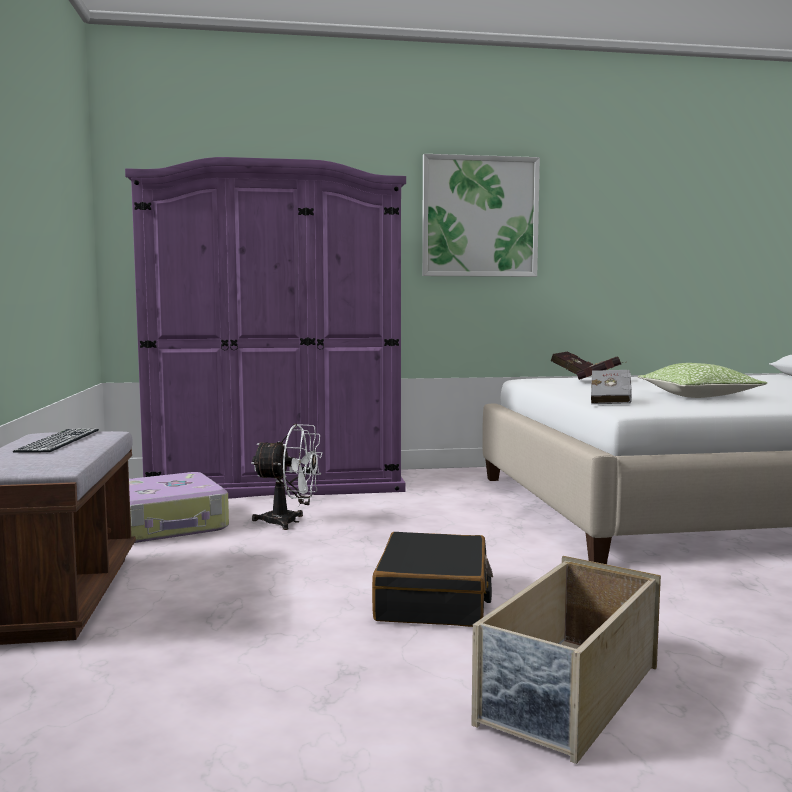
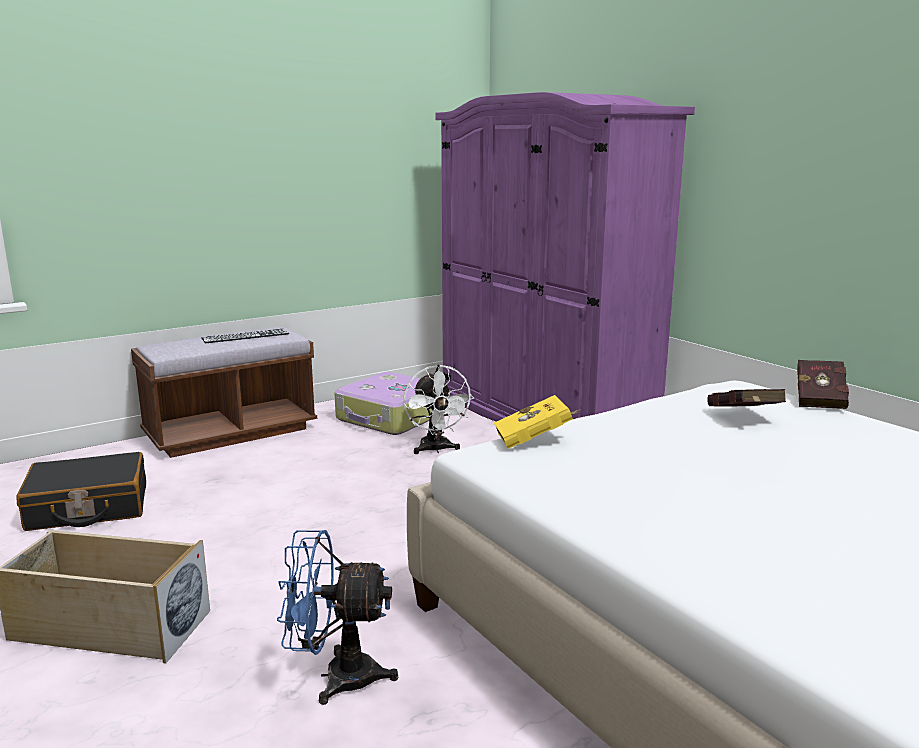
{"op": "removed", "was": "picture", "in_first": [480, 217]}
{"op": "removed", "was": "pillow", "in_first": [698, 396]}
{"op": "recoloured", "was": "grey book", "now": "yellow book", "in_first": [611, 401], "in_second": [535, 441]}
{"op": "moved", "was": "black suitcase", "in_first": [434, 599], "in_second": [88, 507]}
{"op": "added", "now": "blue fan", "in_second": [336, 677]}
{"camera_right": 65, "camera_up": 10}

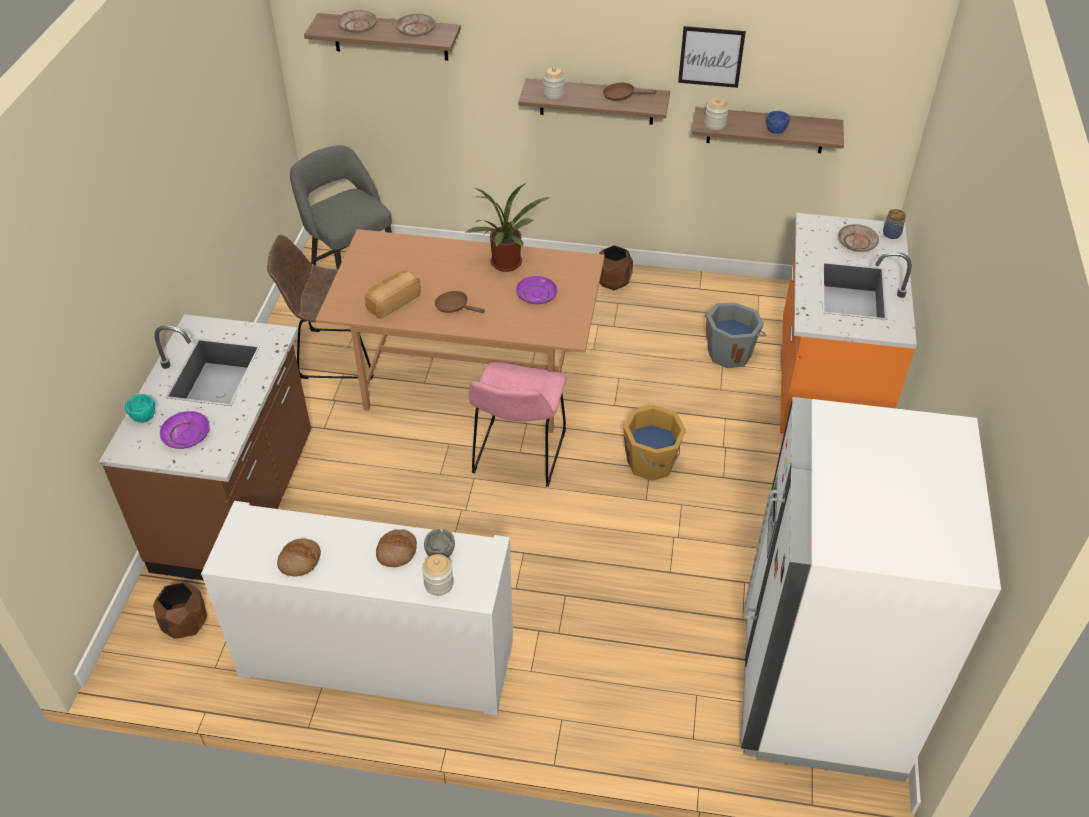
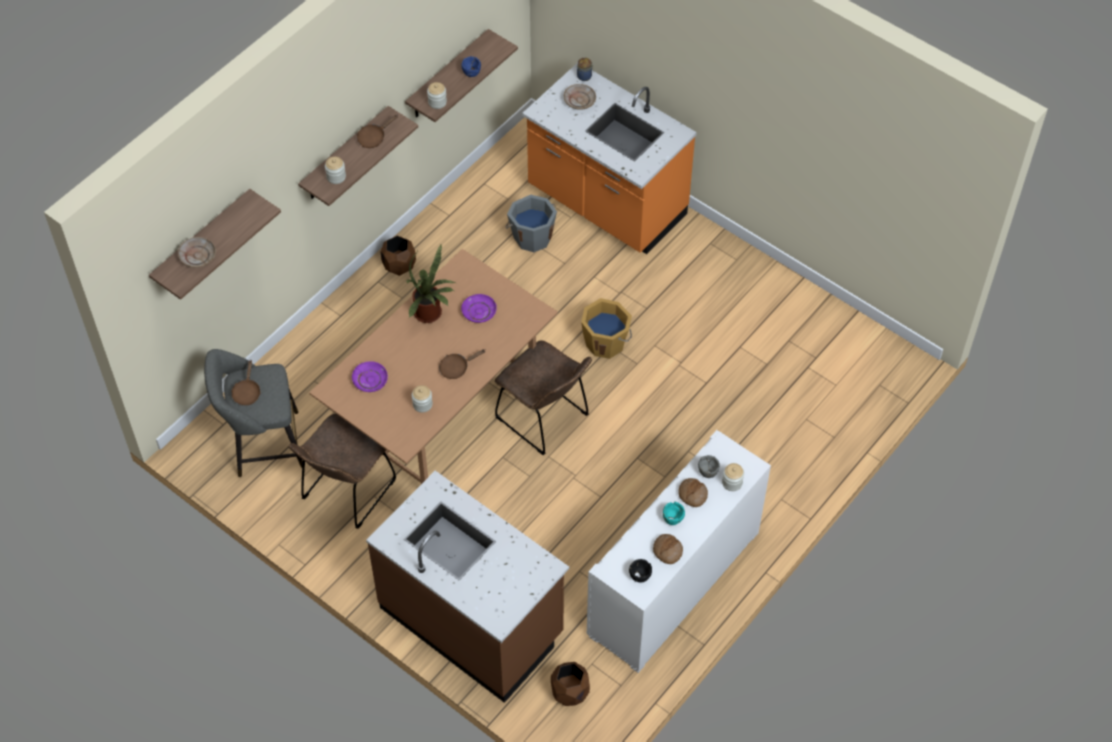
{"op": "removed", "was": "beige plate", "in_first": [416, 30]}
{"op": "removed", "was": "picture", "in_first": [711, 56]}
{"op": "replaced", "was": "bread", "now": "jar", "in_first": [393, 302], "in_second": [422, 404]}
{"op": "recoloured", "was": "pink chair", "now": "brown chair", "in_first": [518, 456], "in_second": [545, 419]}
{"op": "moved", "was": "turquoise bowl", "in_first": [143, 416], "in_second": [673, 518]}
{"op": "removed", "was": "white fridge", "in_first": [820, 687]}
{"op": "moved", "was": "purple plate", "in_first": [186, 435], "in_second": [370, 380]}
{"op": "added", "now": "brown frying pan", "in_second": [247, 392]}
{"op": "added", "now": "black bowl", "in_second": [640, 576]}
{"camera_right": -60, "camera_up": 10}

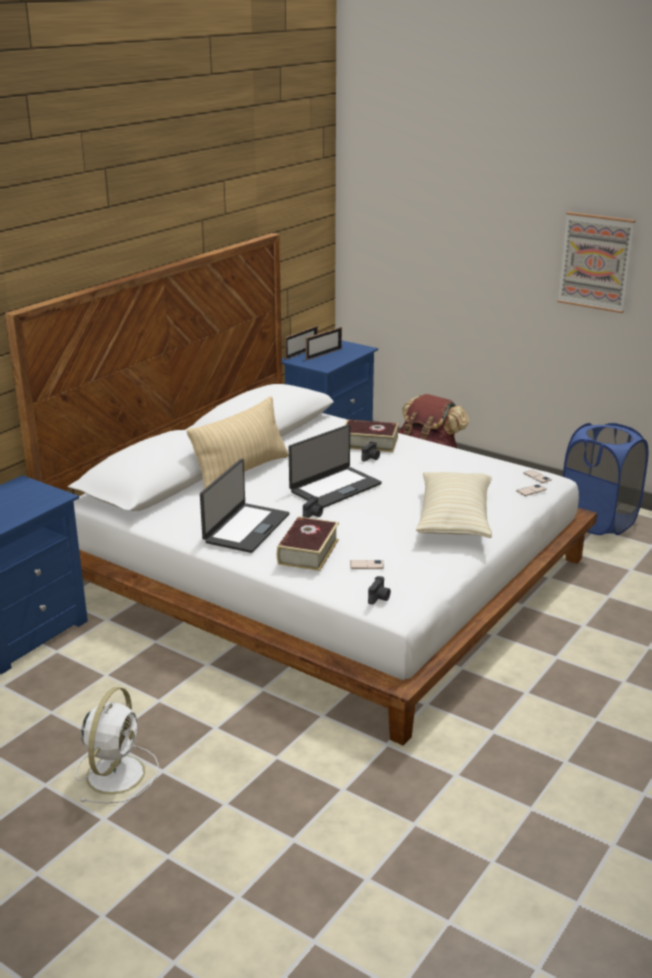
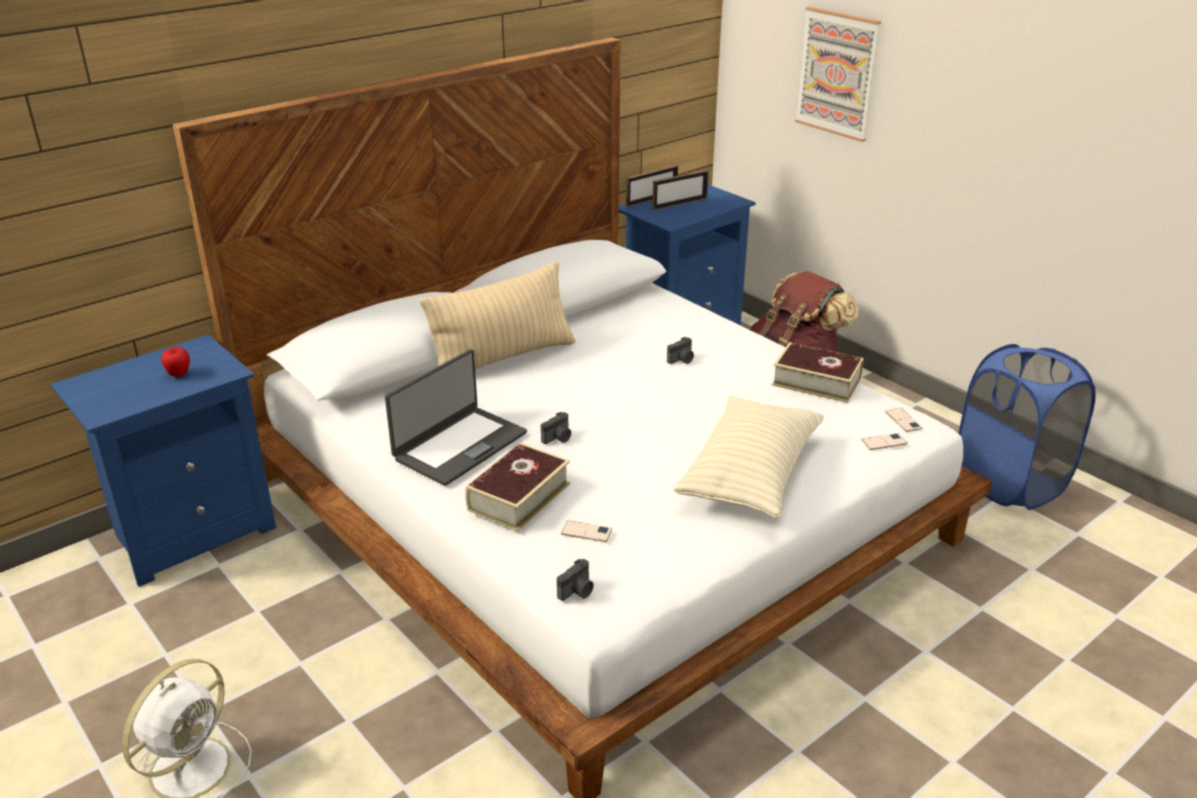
{"op": "moved", "was": "picture", "in_first": [595, 262], "in_second": [837, 73]}
{"op": "moved", "was": "book", "in_first": [369, 443], "in_second": [816, 381]}
{"op": "removed", "was": "laptop", "in_first": [334, 487]}
{"op": "added", "now": "apple", "in_second": [179, 374]}
{"camera_right": 15, "camera_up": 5}

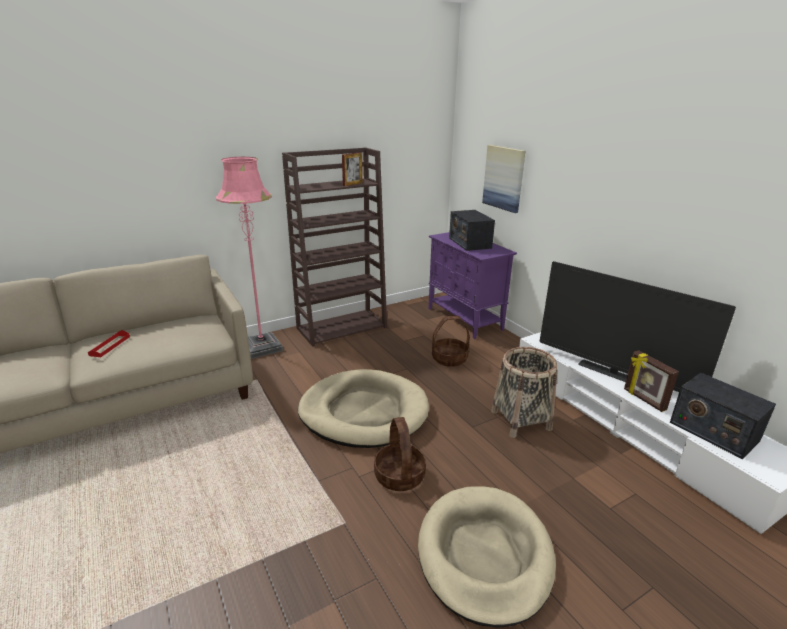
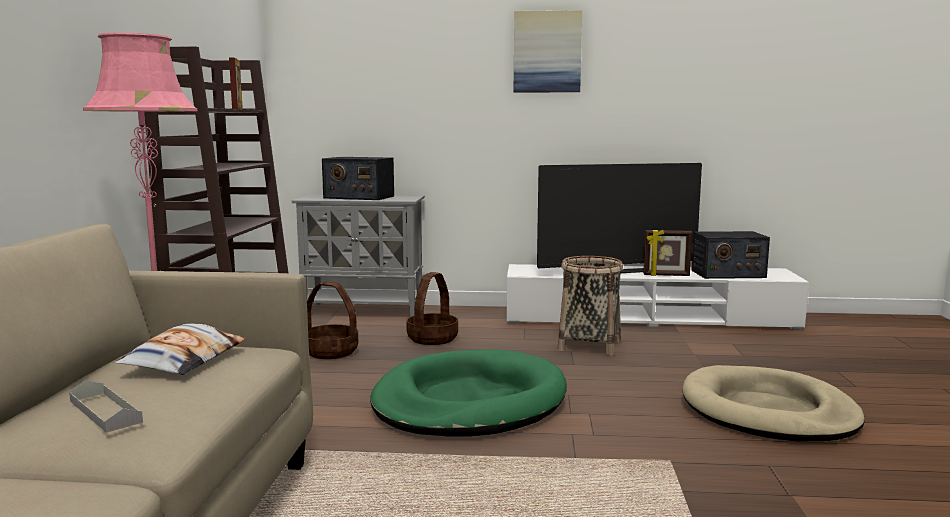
{"op": "moved", "was": "picture", "in_first": [504, 178], "in_second": [547, 52]}
{"op": "recoloured", "was": "purple cabinet", "now": "grey cabinet", "in_first": [465, 319], "in_second": [365, 311]}
{"op": "recoloured", "was": "red tray", "now": "grey tray", "in_first": [110, 346], "in_second": [105, 411]}
{"op": "recoloured", "was": "beige dog bed", "now": "green dog bed", "in_first": [364, 412], "in_second": [469, 402]}
{"op": "moved", "was": "basket", "in_first": [400, 476], "in_second": [331, 352]}
{"op": "added", "now": "pillow", "in_second": [185, 360]}
{"camera_right": -55, "camera_up": -15}

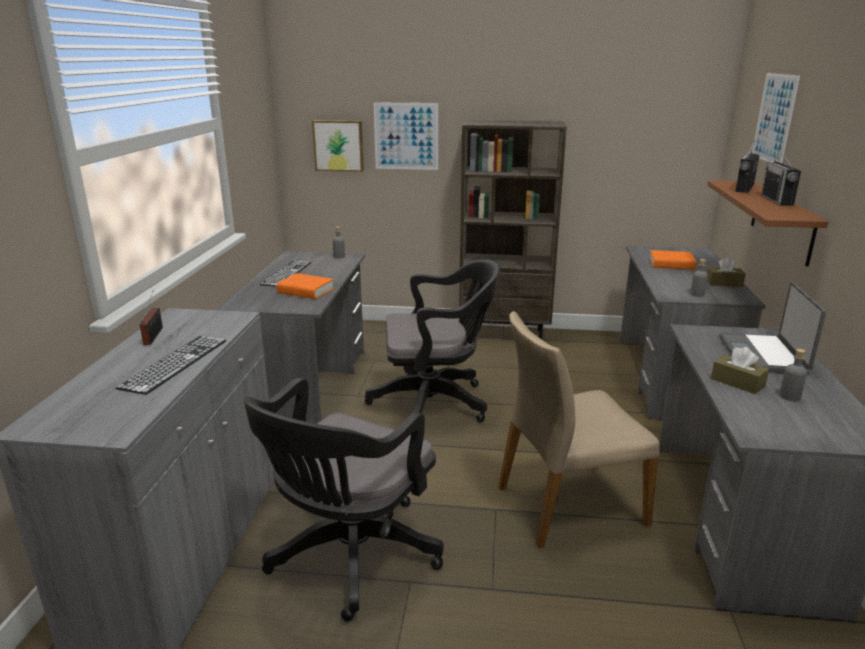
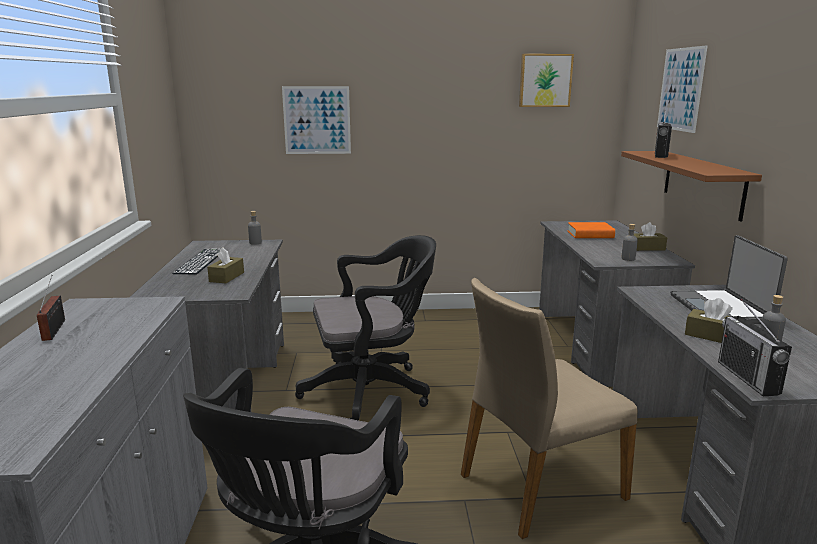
{"op": "moved", "was": "picture", "in_first": [339, 145], "in_second": [545, 80]}
{"op": "removed", "was": "brown bookcase", "in_first": [504, 335]}
{"op": "moved", "was": "radio", "in_first": [776, 200], "in_second": [748, 378]}
{"op": "replaced", "was": "orange book", "now": "brown tissue box", "in_first": [305, 291], "in_second": [227, 277]}
{"op": "removed", "was": "keyboard", "in_first": [175, 363]}
{"camera_right": -10, "camera_up": -5}

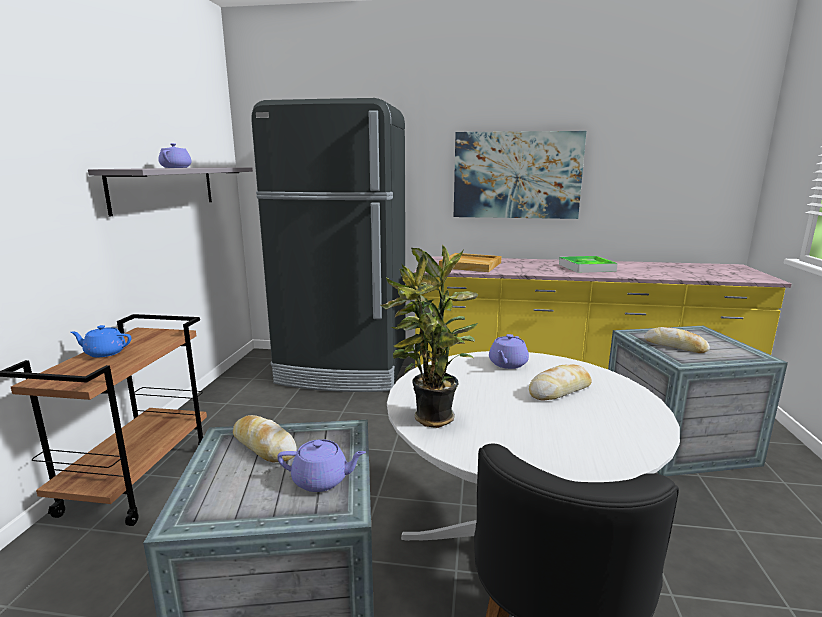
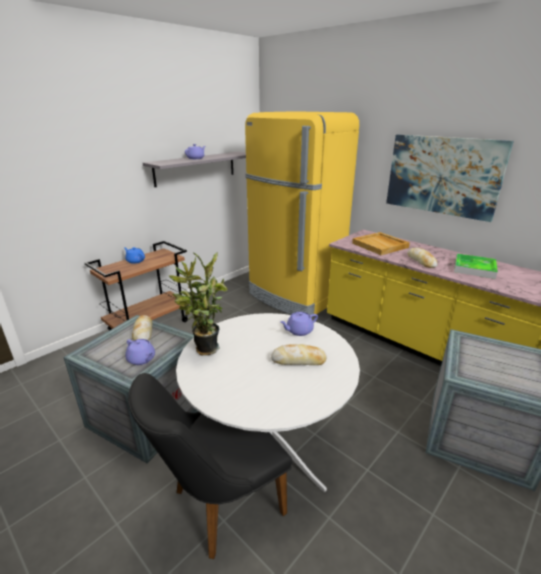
{"op": "recoloured", "was": "black fridge", "now": "yellow fridge", "in_first": [343, 371], "in_second": [294, 297]}
{"op": "moved", "was": "bread", "in_first": [675, 346], "in_second": [421, 261]}
{"camera_right": 35, "camera_up": 10}

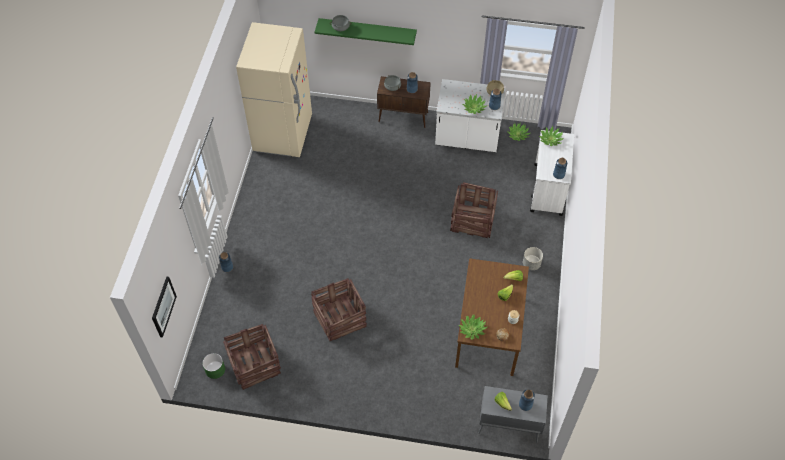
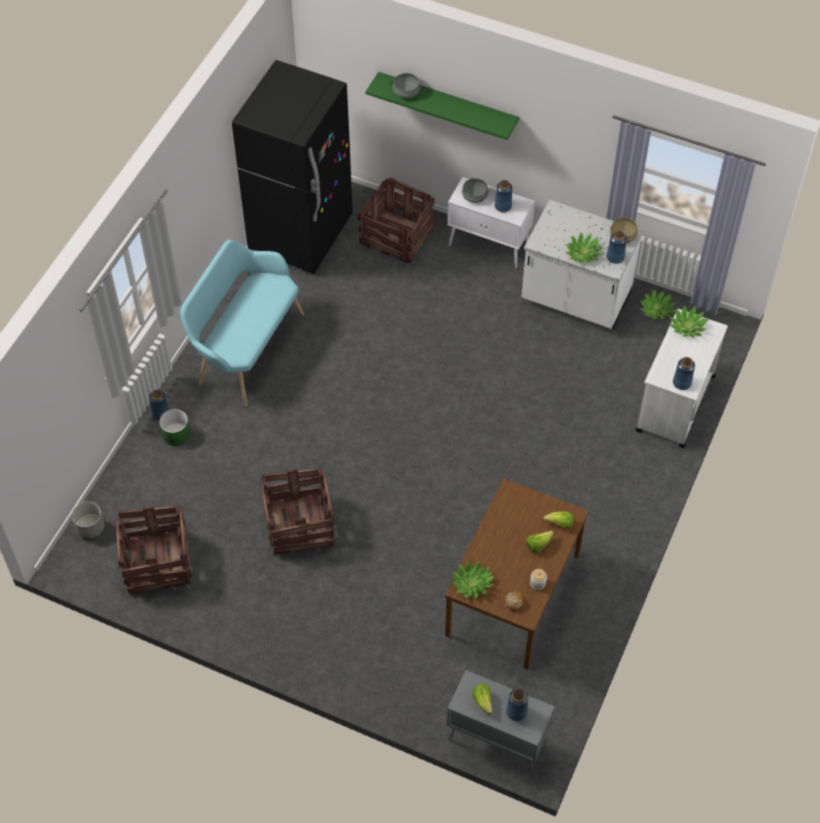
{"op": "recoloured", "was": "beige fridge", "now": "black fridge", "in_first": [283, 134], "in_second": [301, 234]}
{"op": "recoloured", "was": "brown cabinet", "now": "white cabinet", "in_first": [403, 117], "in_second": [489, 246]}
{"op": "moved", "was": "crate", "in_first": [472, 220], "in_second": [396, 236]}
{"op": "moved", "was": "grey planter", "in_first": [531, 264], "in_second": [90, 528]}
{"op": "removed", "was": "picture", "in_first": [163, 306]}
{"op": "moved", "was": "green planter", "in_first": [215, 369], "in_second": [176, 434]}
{"op": "added", "now": "turquoise bench", "in_second": [246, 348]}
{"camera_right": 15, "camera_up": 0}

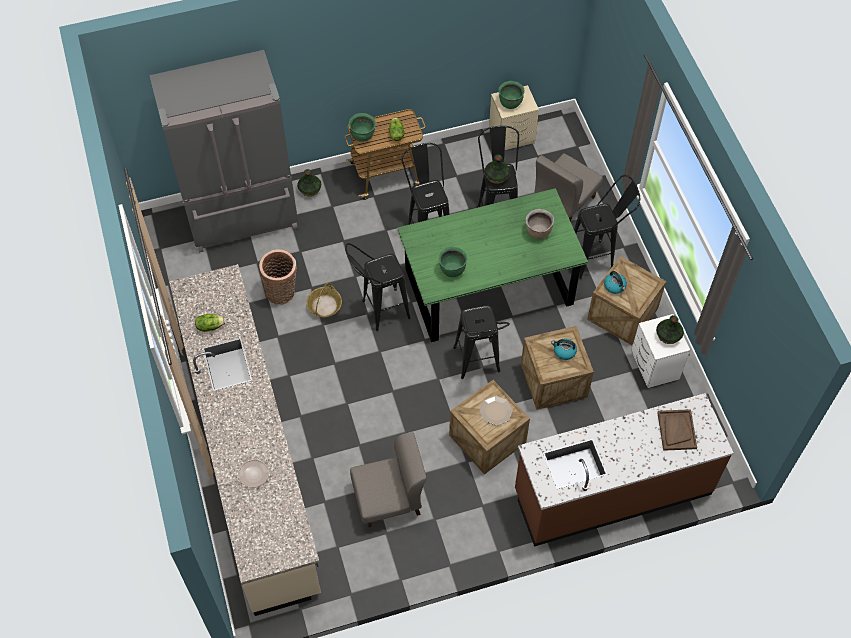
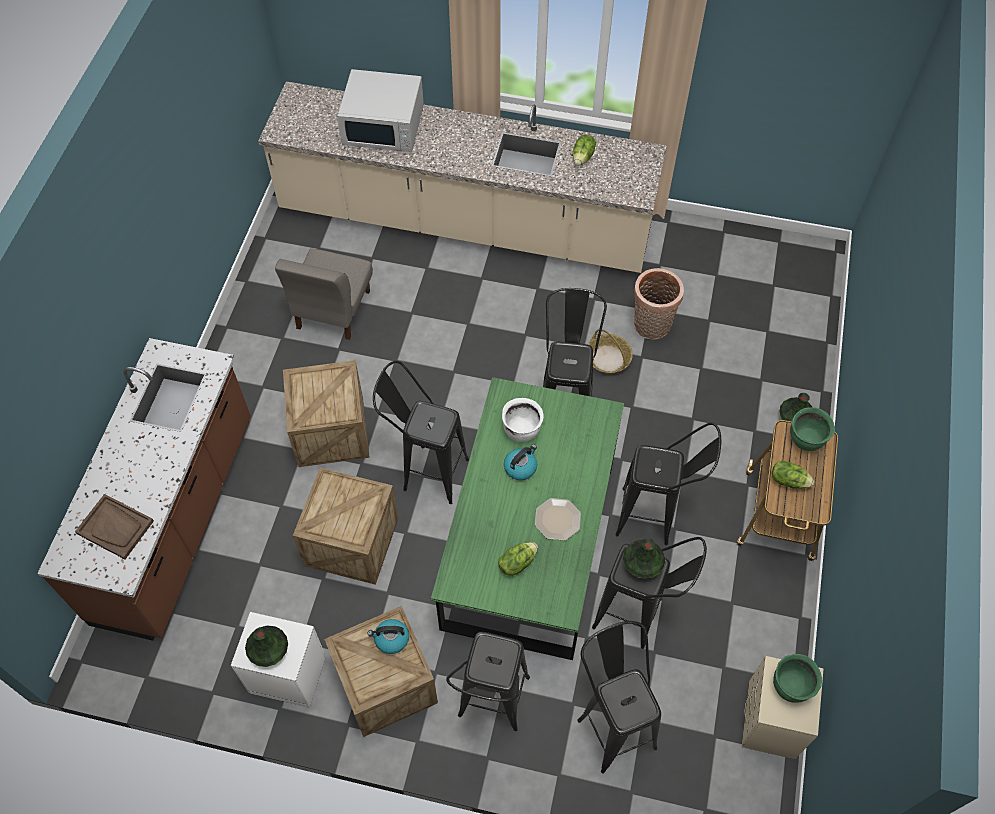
{"op": "removed", "was": "grey fridge", "in_first": [242, 217]}
{"op": "replaced", "was": "grey chair", "now": "black stool", "in_first": [563, 201], "in_second": [611, 722]}
{"op": "replaced", "was": "brown cooking pot", "now": "lettuce", "in_first": [538, 232], "in_second": [517, 563]}
{"op": "recoloured", "was": "green cooking pot", "now": "white cooking pot", "in_first": [452, 269], "in_second": [521, 430]}
{"op": "moved", "was": "kettle", "in_first": [564, 351], "in_second": [520, 467]}
{"op": "moved", "was": "plate", "in_first": [495, 410], "in_second": [558, 519]}
{"op": "replaced", "was": "frying pan", "now": "white microwave", "in_first": [251, 475], "in_second": [384, 126]}
{"camera_right": 120, "camera_up": 0}

